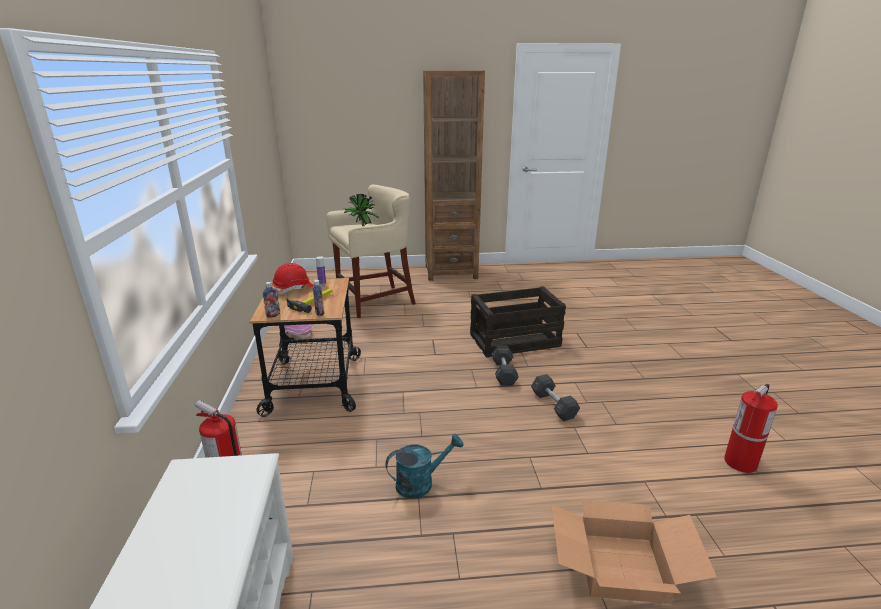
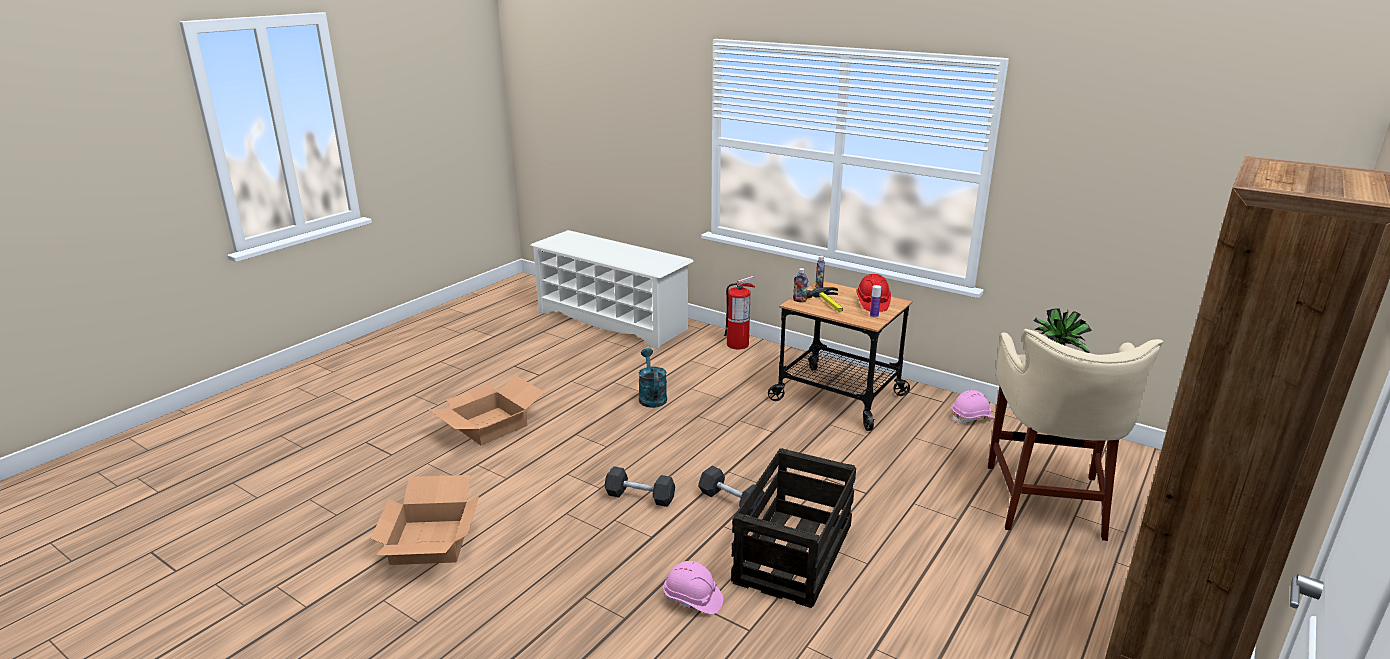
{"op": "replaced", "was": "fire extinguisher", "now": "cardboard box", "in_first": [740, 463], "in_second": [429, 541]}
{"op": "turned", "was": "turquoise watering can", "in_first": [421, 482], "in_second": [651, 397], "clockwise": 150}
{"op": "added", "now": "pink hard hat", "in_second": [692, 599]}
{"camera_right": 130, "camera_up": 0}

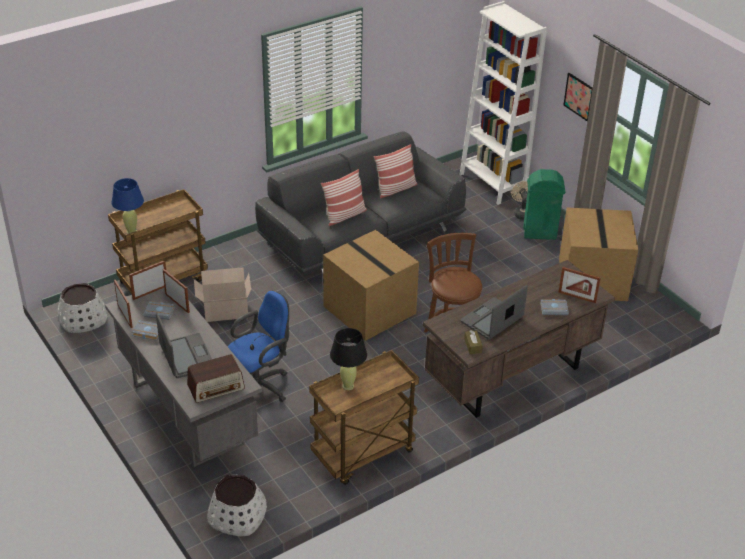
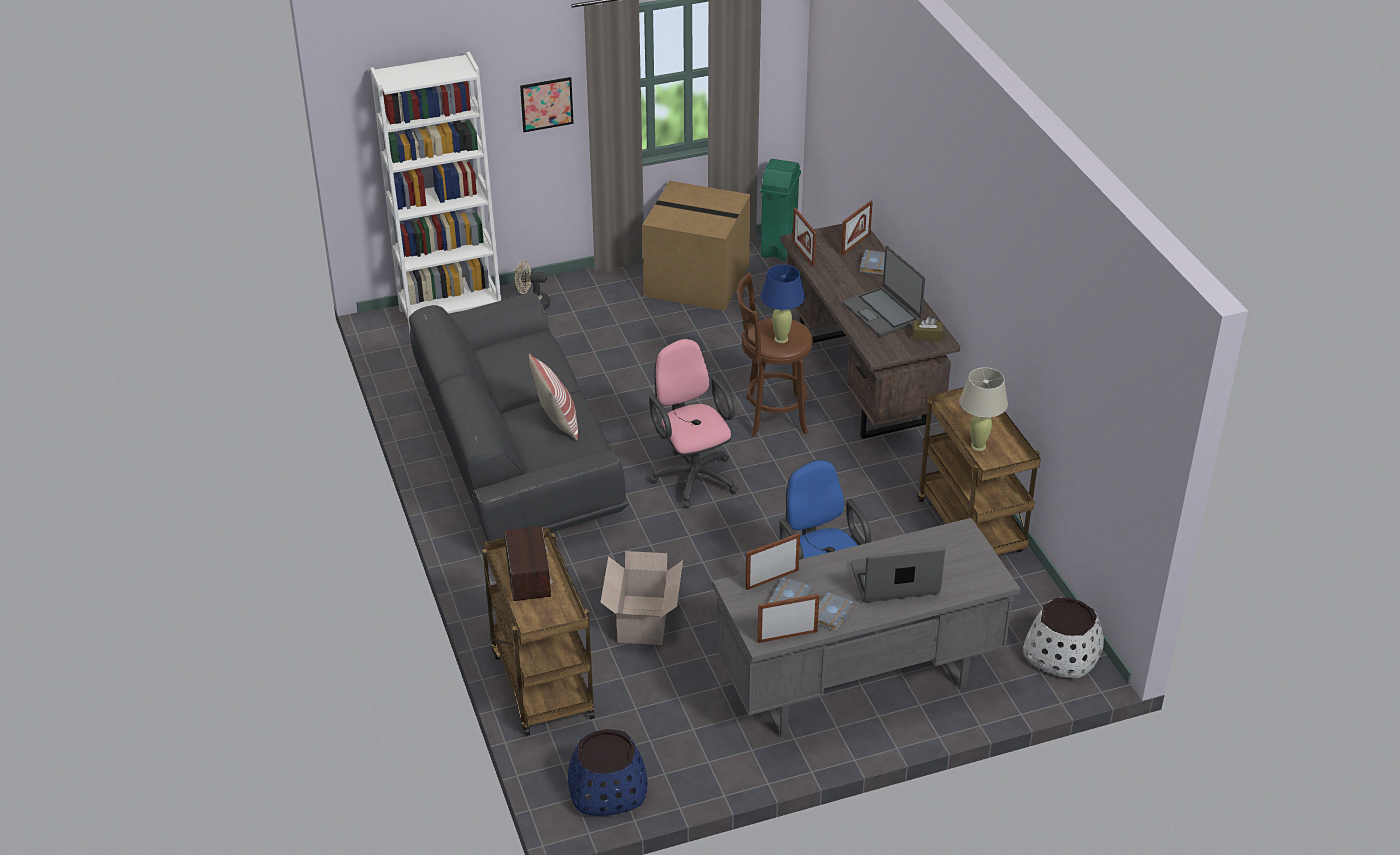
{"op": "removed", "was": "pillow", "in_first": [395, 189]}
{"op": "moved", "was": "green trash can", "in_first": [539, 233], "in_second": [778, 248]}
{"op": "moved", "was": "blue table lamp", "in_first": [131, 231], "in_second": [781, 339]}
{"op": "replaced", "was": "cardboard box", "now": "pink office chair", "in_first": [371, 310], "in_second": [692, 475]}
{"op": "moved", "was": "picture frame", "in_first": [150, 292], "in_second": [803, 253]}
{"op": "recoloured", "was": "white planter", "now": "blue planter", "in_first": [83, 320], "in_second": [608, 789]}
{"op": "recoloured", "was": "black table lamp", "now": "beige table lamp", "in_first": [348, 386], "in_second": [978, 446]}
{"op": "moved", "was": "radio", "in_first": [216, 387], "in_second": [528, 575]}
{"camera_right": -75, "camera_up": 0}

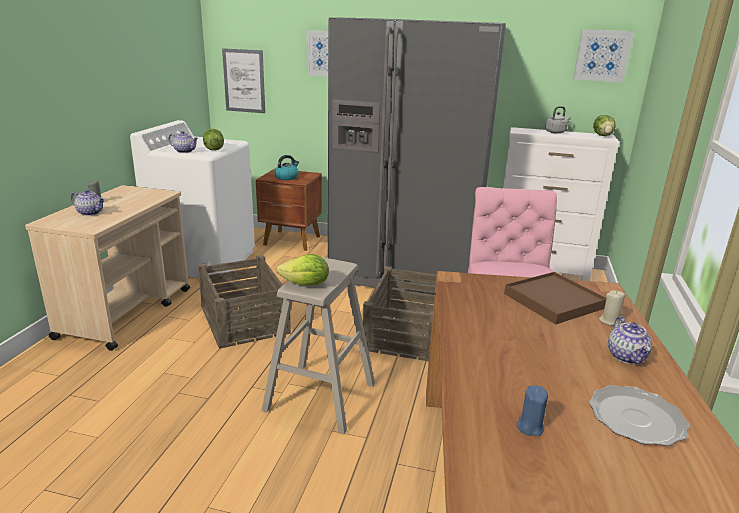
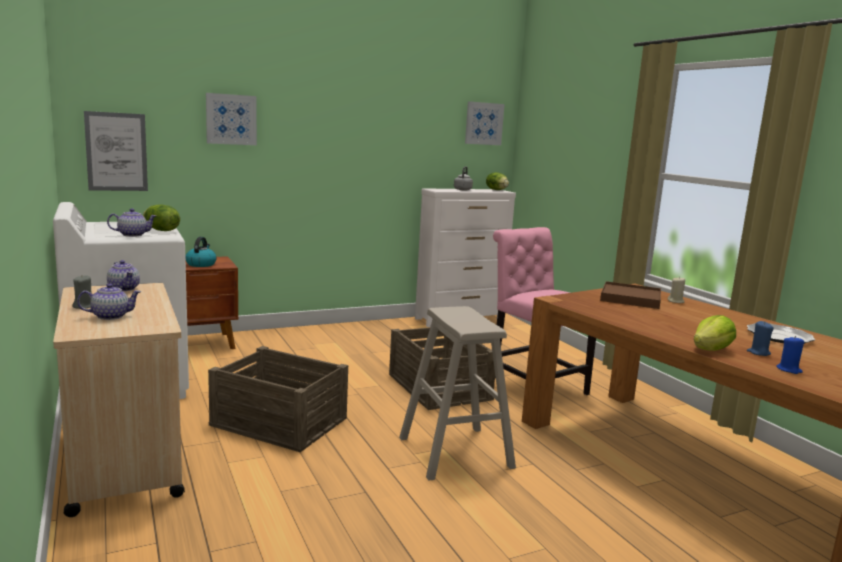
{"op": "removed", "was": "grey fridge", "in_first": [407, 269]}
{"op": "moved", "was": "lettuce", "in_first": [306, 285], "in_second": [711, 350]}
{"op": "moved", "was": "teapot", "in_first": [627, 356], "in_second": [124, 289]}
{"op": "added", "now": "blue candle", "in_second": [789, 370]}
{"camera_right": -40, "camera_up": -10}

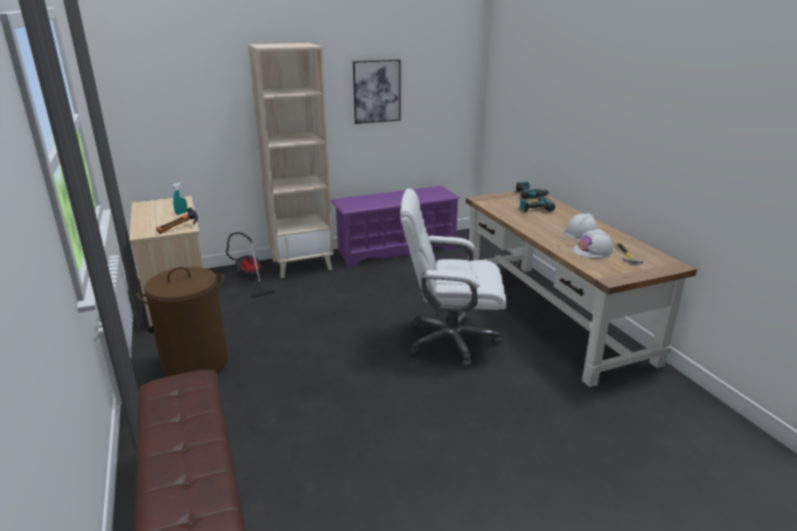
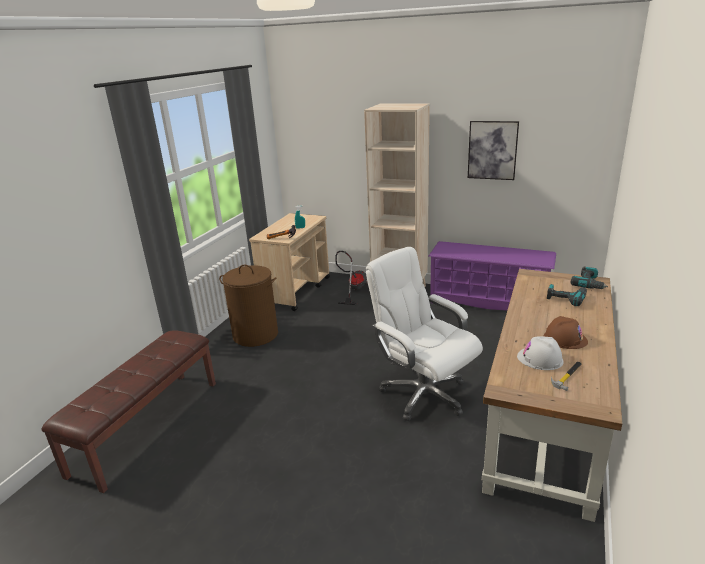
{"op": "recoloured", "was": "white hard hat", "now": "brown hard hat", "in_first": [582, 233], "in_second": [565, 339]}
{"camera_right": 45, "camera_up": 0}

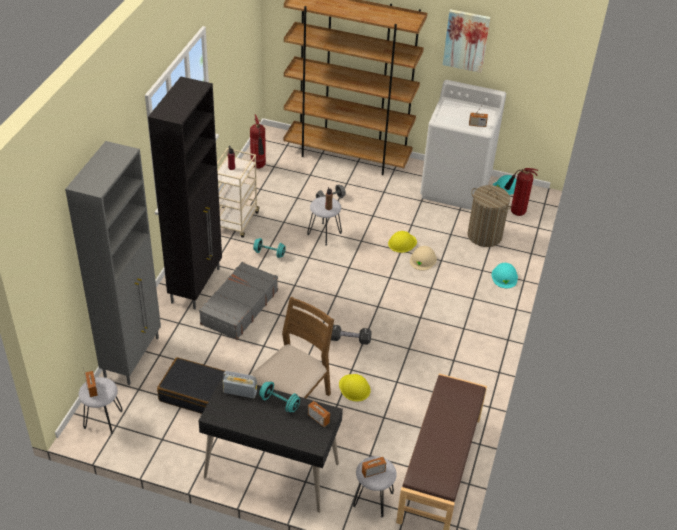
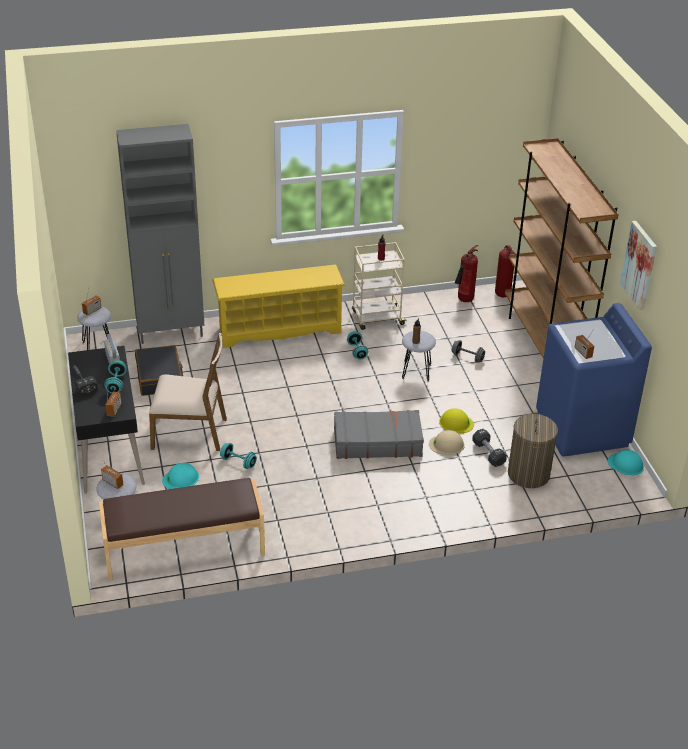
{"op": "replaced", "was": "black cabinet", "now": "yellow shoe rack", "in_first": [196, 285], "in_second": [279, 329]}
{"op": "recoloured", "was": "white washing machine", "now": "blue washing machine", "in_first": [456, 187], "in_second": [582, 429]}
{"op": "moved", "was": "fire extinguisher", "in_first": [515, 212], "in_second": [501, 293]}
{"op": "moved", "was": "grey suitcase", "in_first": [239, 307], "in_second": [377, 442]}
{"op": "moved", "was": "turquoise hard hat", "in_first": [504, 277], "in_second": [181, 478]}
{"op": "moved", "was": "black dumbbell", "in_first": [349, 339], "in_second": [488, 453]}
{"op": "replaced", "was": "yellow hard hat", "now": "turquoise dumbbell", "in_first": [354, 388], "in_second": [238, 462]}
{"op": "added", "now": "hammer", "in_second": [81, 381]}
{"camera_right": 60, "camera_up": -5}

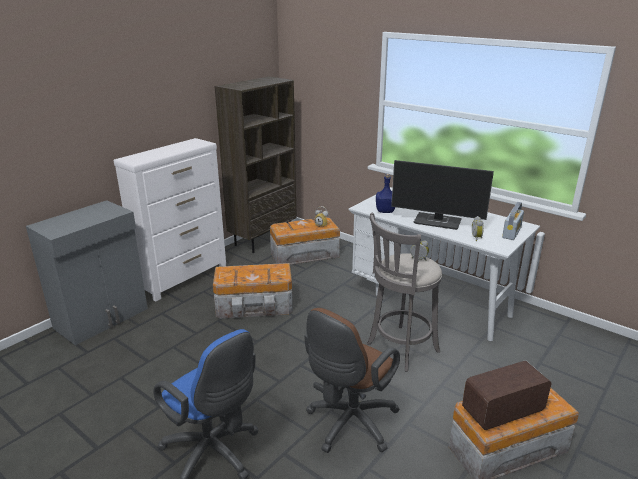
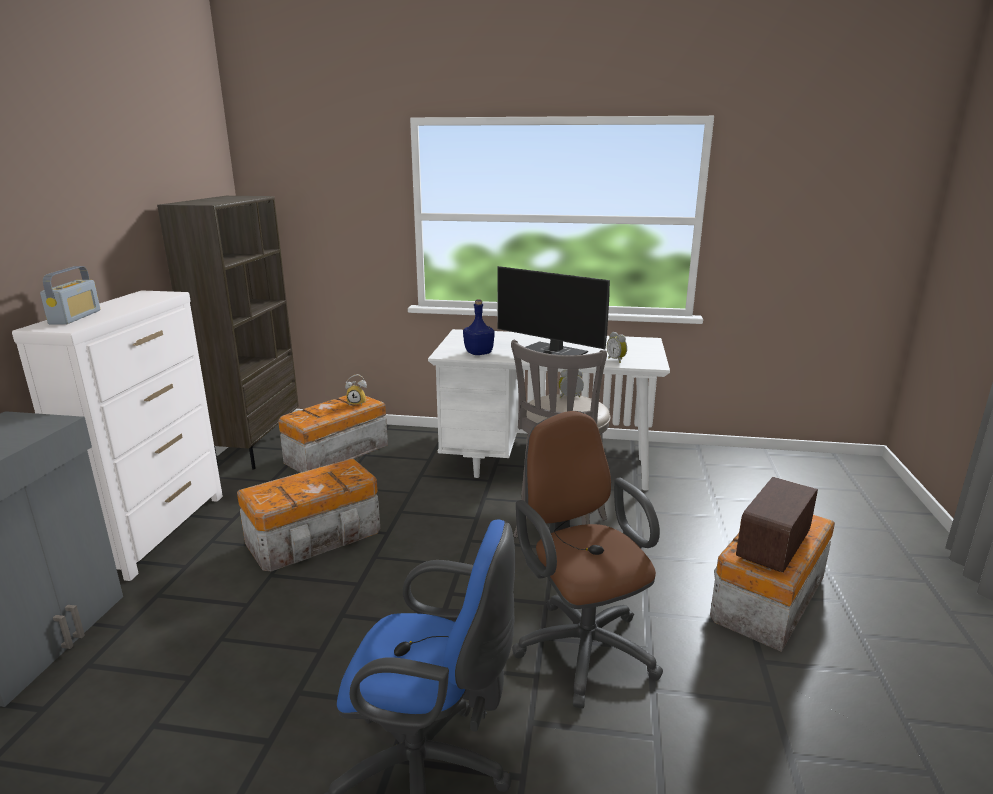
{"op": "turned", "was": "monitor", "in_first": [438, 221], "in_second": [555, 352], "clockwise": 45}
{"op": "moved", "was": "radio", "in_first": [511, 232], "in_second": [75, 317]}
{"op": "turned", "was": "brown office chair", "in_first": [349, 425], "in_second": [581, 645], "clockwise": 150}
{"camera_right": -30, "camera_up": -5}

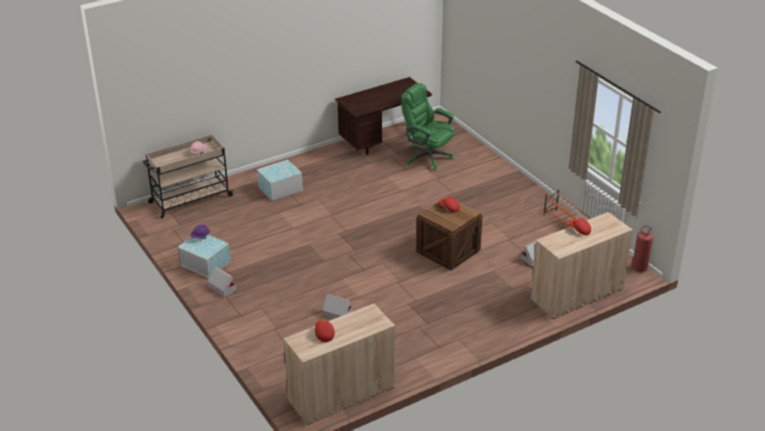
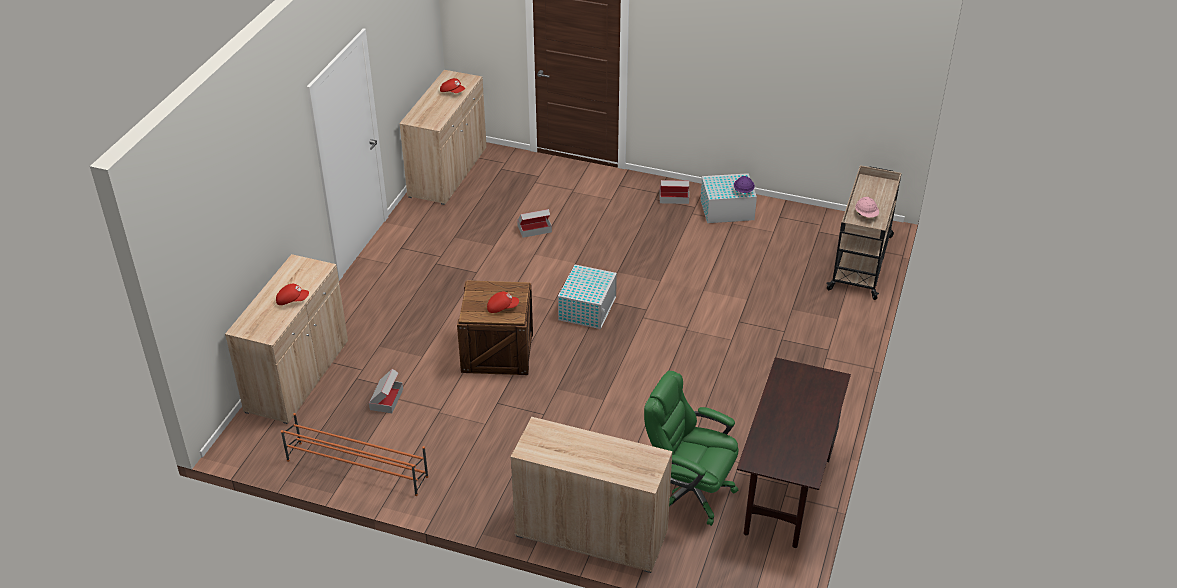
{"op": "turned", "was": "green office chair", "in_first": [427, 157], "in_second": [689, 492], "clockwise": -150}
{"op": "moved", "was": "white storage box", "in_first": [279, 189], "in_second": [587, 308]}
{"op": "removed", "was": "fire extinguisher", "in_first": [639, 268]}
{"op": "added", "now": "beige cabinet", "in_second": [591, 533]}
{"camera_right": 140, "camera_up": 5}

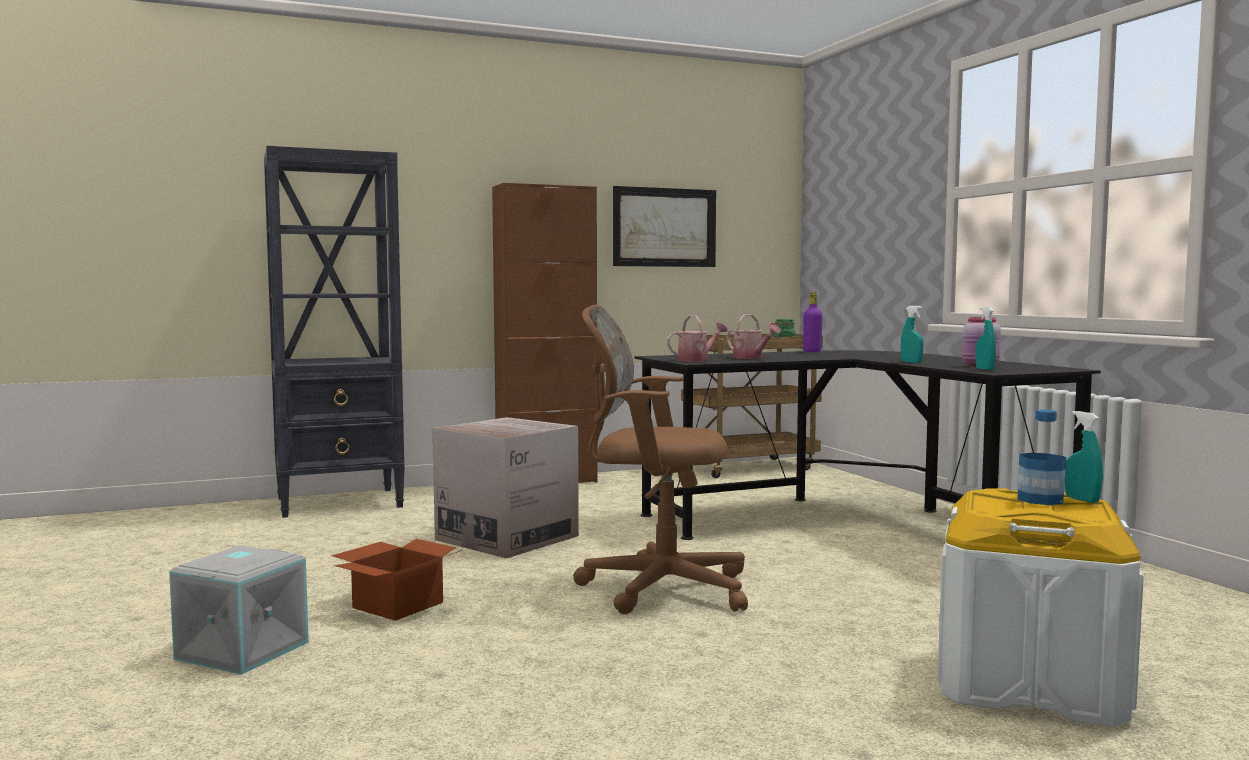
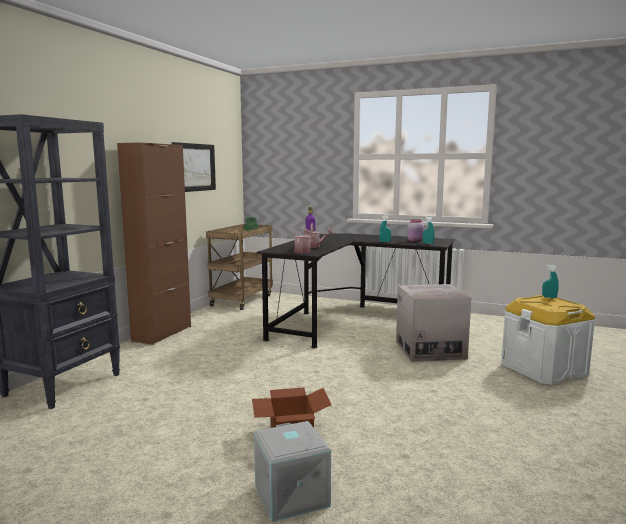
{"op": "removed", "was": "brown office chair", "in_first": [657, 588]}
{"op": "removed", "was": "bottle", "in_first": [1040, 500]}
{"op": "moved", "was": "cardboard box", "in_first": [507, 538], "in_second": [430, 350]}
{"camera_right": -45, "camera_up": 5}

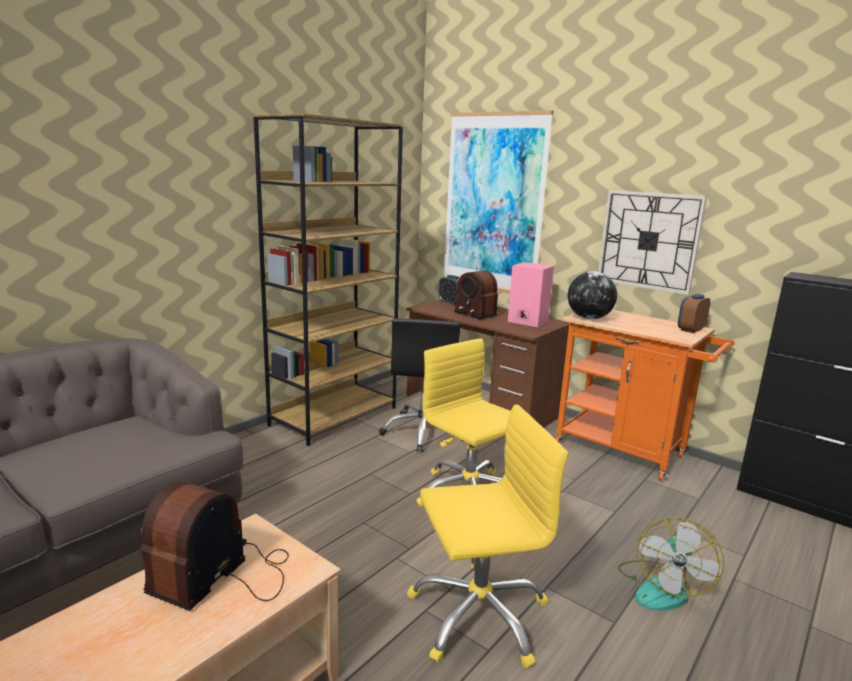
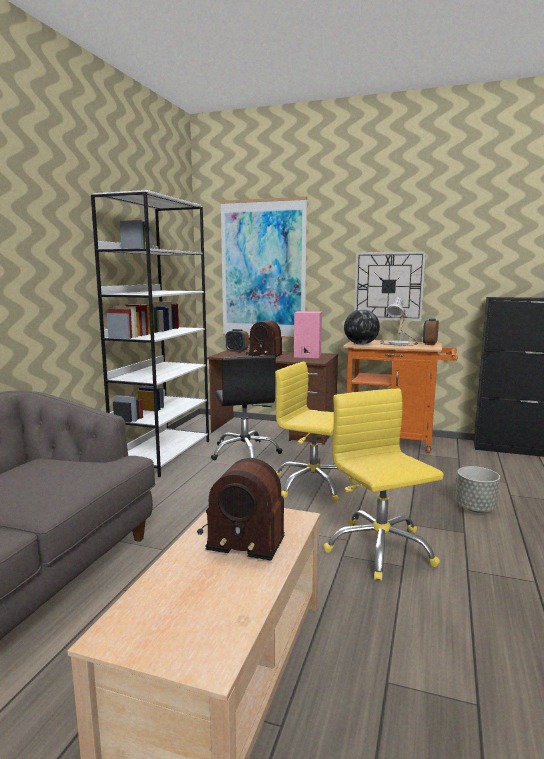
{"op": "recoloured", "was": "brown bookcase", "now": "white bookcase", "in_first": [334, 416], "in_second": [163, 454]}
{"op": "turned", "was": "yellow office chair", "in_first": [478, 614], "in_second": [379, 549], "clockwise": -75}
{"op": "turned", "was": "radio", "in_first": [223, 575], "in_second": [240, 534], "clockwise": -75}
{"op": "replaced", "was": "fan", "now": "grey planter", "in_first": [661, 587], "in_second": [475, 508]}
{"op": "added", "now": "table lamp", "in_second": [401, 343]}
{"camera_right": -20, "camera_up": -5}

